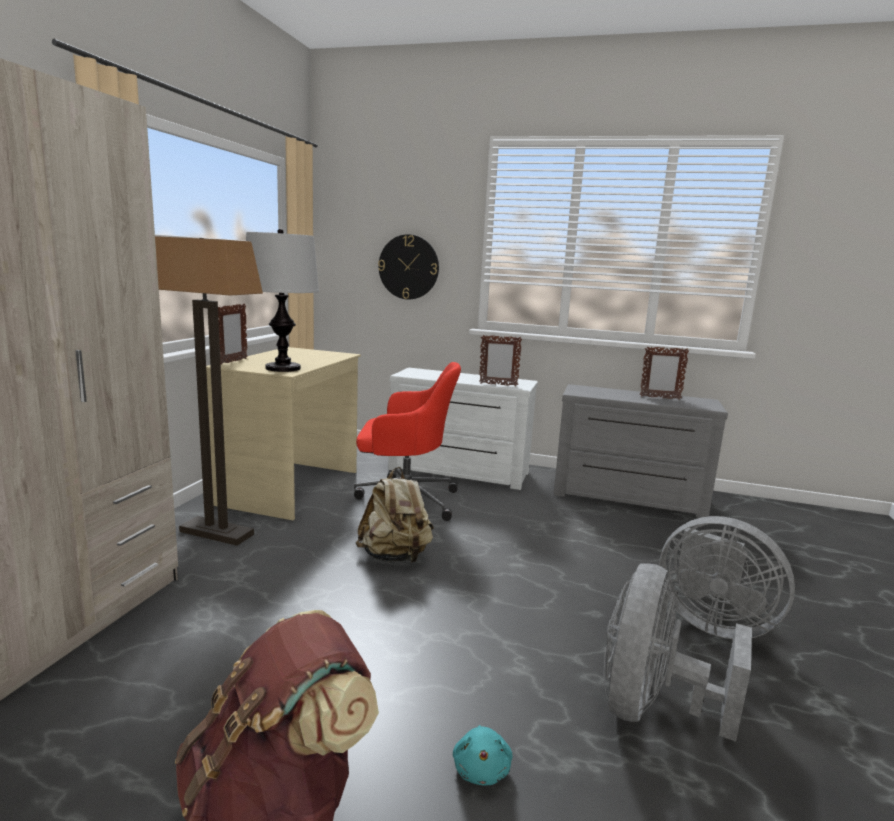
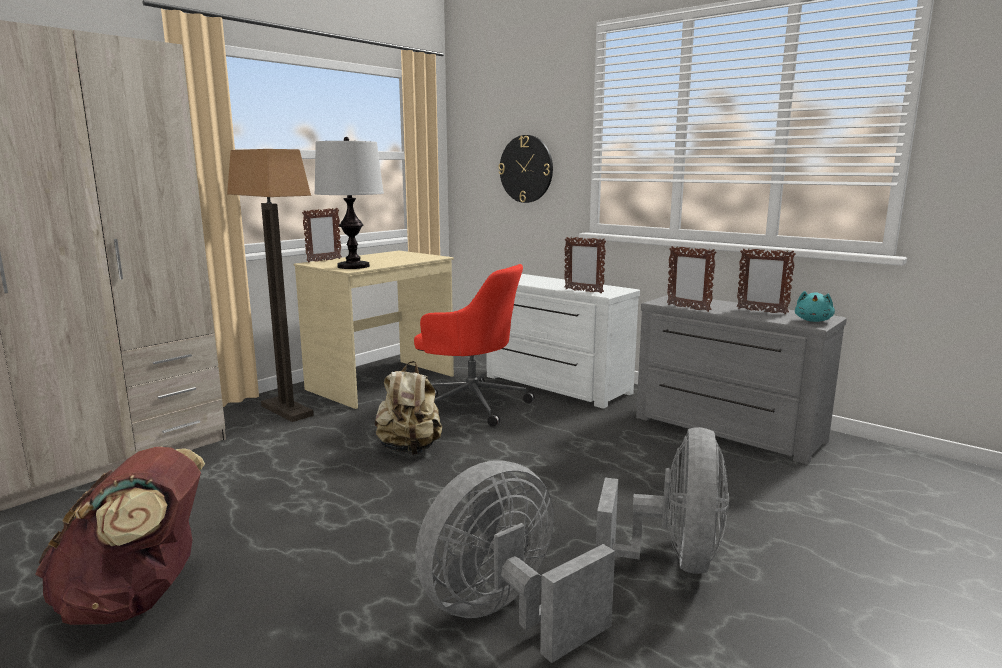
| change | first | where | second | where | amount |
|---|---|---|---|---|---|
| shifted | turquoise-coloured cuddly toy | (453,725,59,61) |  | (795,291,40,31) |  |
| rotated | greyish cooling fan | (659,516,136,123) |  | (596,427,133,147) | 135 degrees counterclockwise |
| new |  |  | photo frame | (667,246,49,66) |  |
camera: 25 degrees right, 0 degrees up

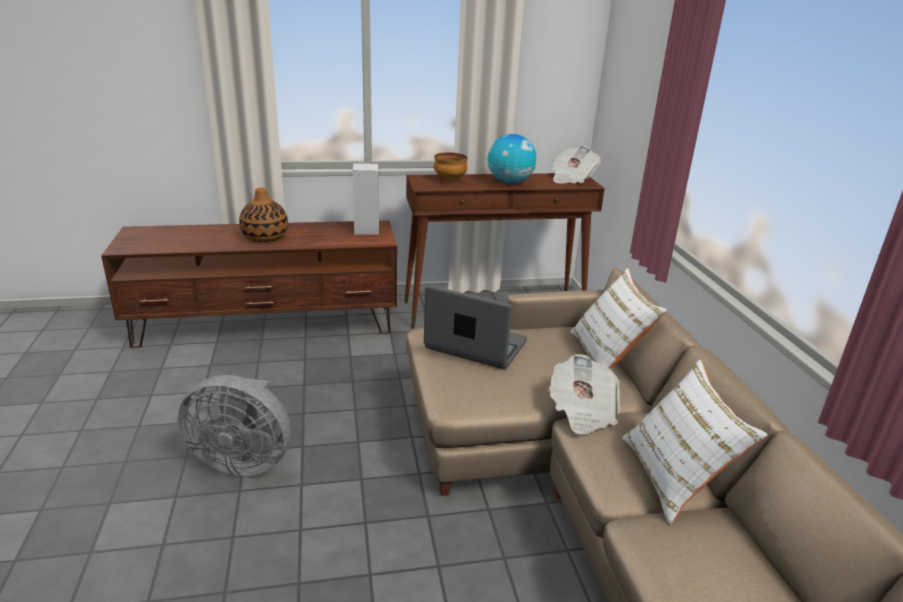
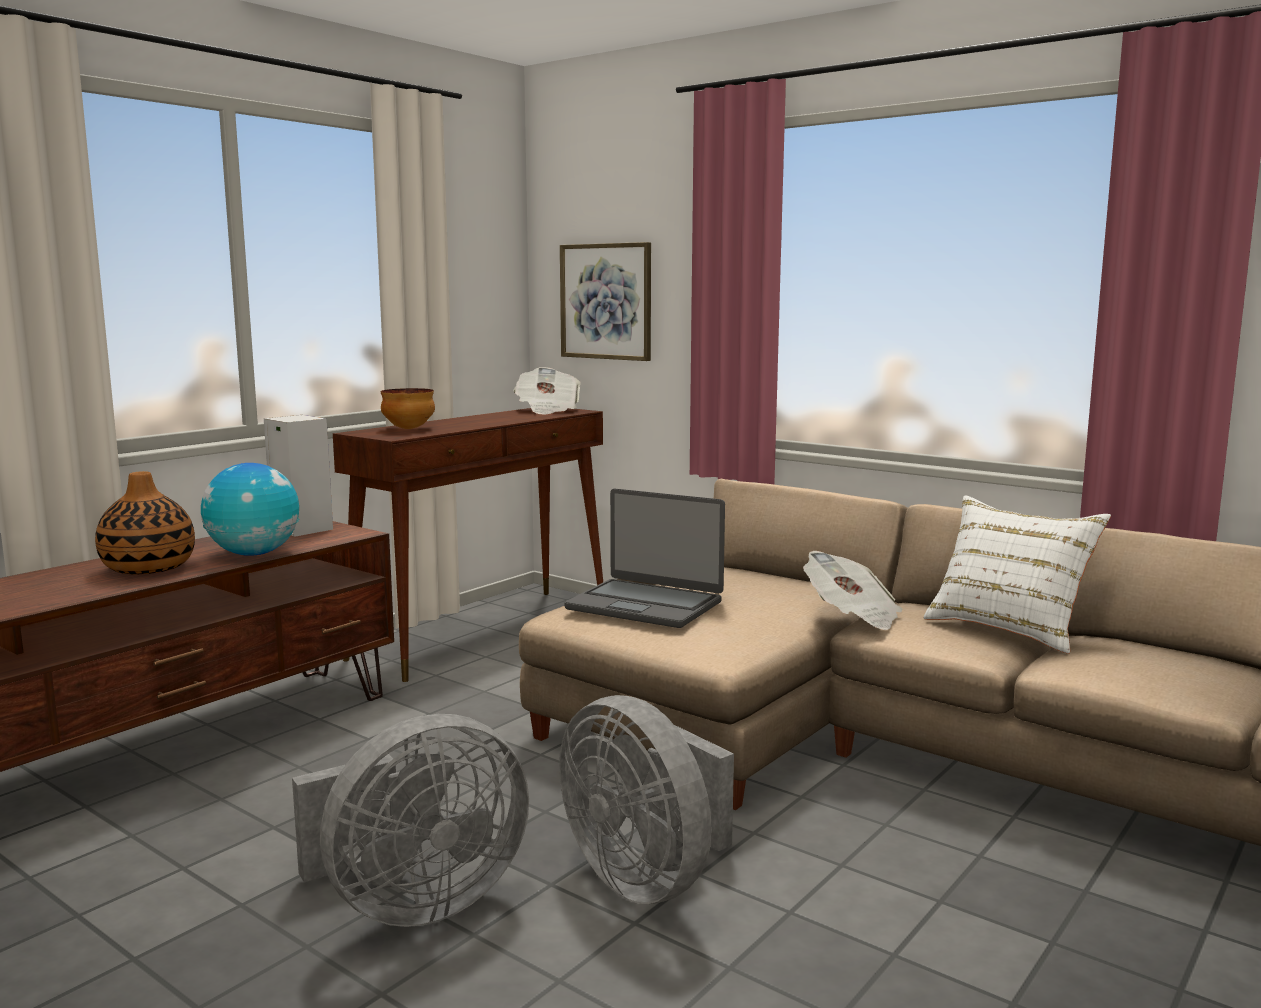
| change | first | where | second | where | amount |
|---|---|---|---|---|---|
| rotated | portable computer | (424,285,103,84) |  | (564,489,161,139) | 135 degrees counterclockwise |
| shifted | world globe | (487,134,49,50) |  | (201,463,98,93) |  |
| gone | white-coloured cushion | (570,268,97,101) |  |  |  |
| new |  |  | greyish cooling fan | (559,695,175,209) |  |
| new |  |  | wall picture | (560,242,91,119) |  |
camera: 40 degrees left, 15 degrees down

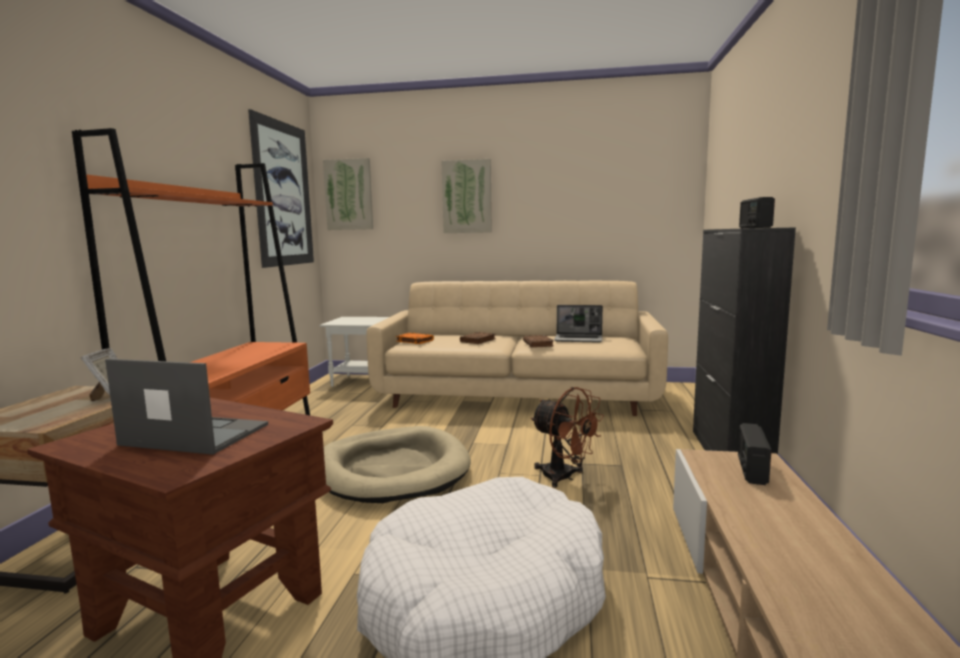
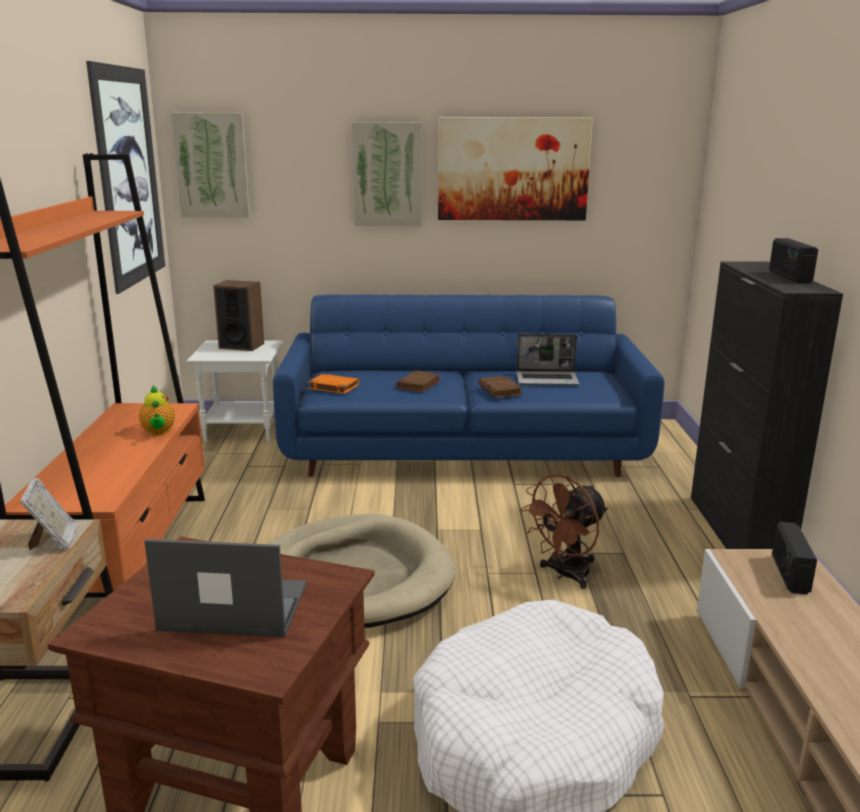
| change | first | where | second | where | amount |
|---|---|---|---|---|---|
| repainted | beige couch | (366,280,302,136) | blue-coloured couch | (273,294,391,183) |  |
| rotated | brownish cooling fan | (531,387,73,101) |  | (521,474,87,115) | 105 degrees clockwise |
| new |  |  | pot for tea | (139,385,36,50) |  |
| new |  |  | speaker | (213,280,51,71) |  |
| new |  |  | wall picture | (438,117,155,103) |  |
camera: 10 degrees left, 10 degrees up

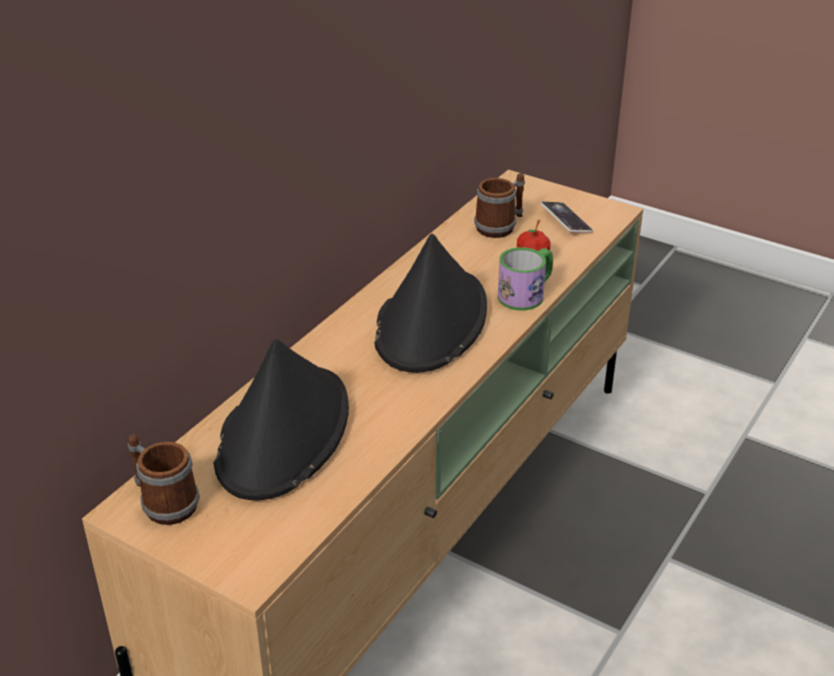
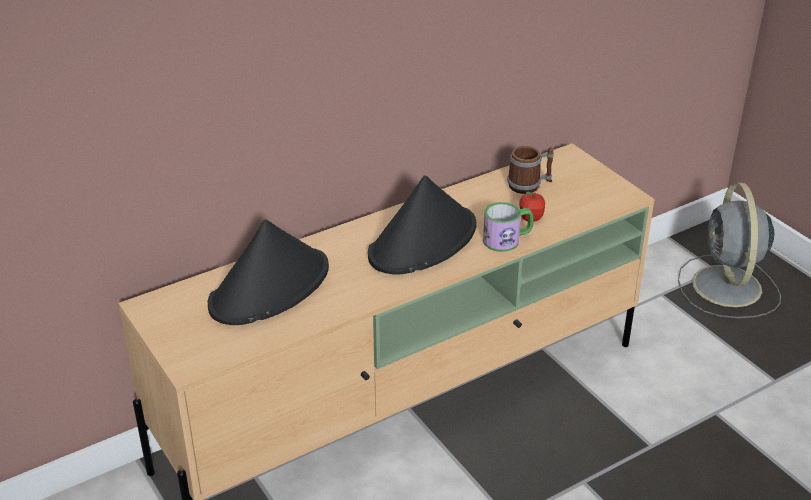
| change | first | where | second | where | amount |
|---|---|---|---|---|---|
| gone | coffee mug | (128,434,72,91) |  |  |  |
| gone | telephone | (540,202,53,31) |  |  |  |
| new |  |  | greyish cooling fan | (678,182,103,136) |  |
camera: 25 degrees right, 0 degrees up

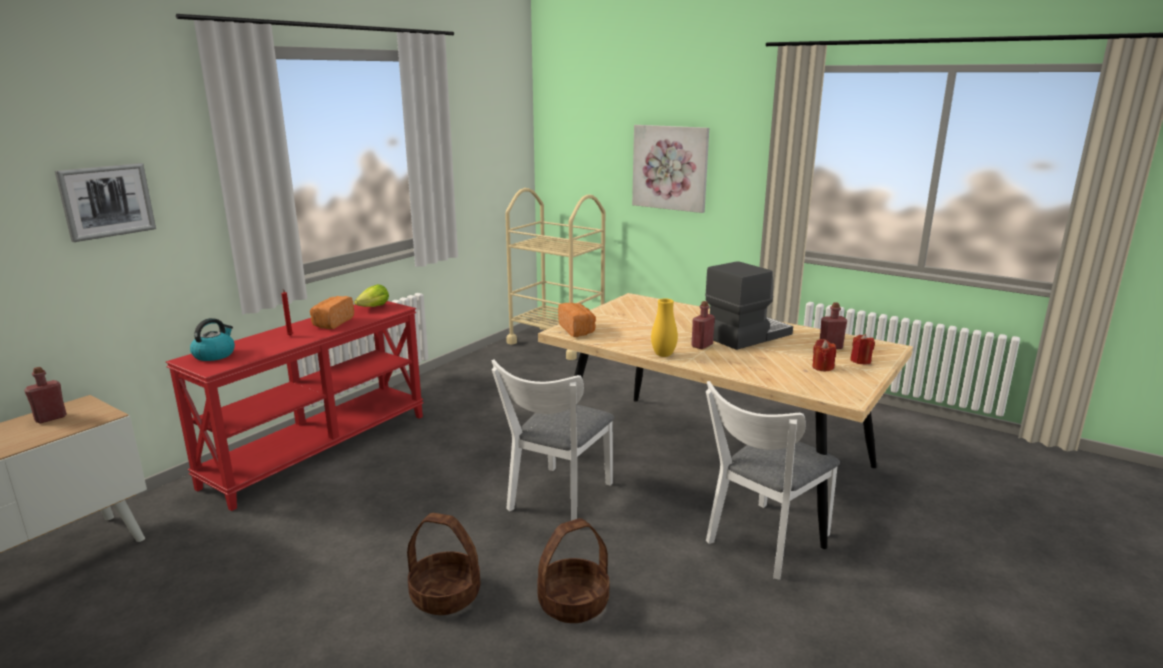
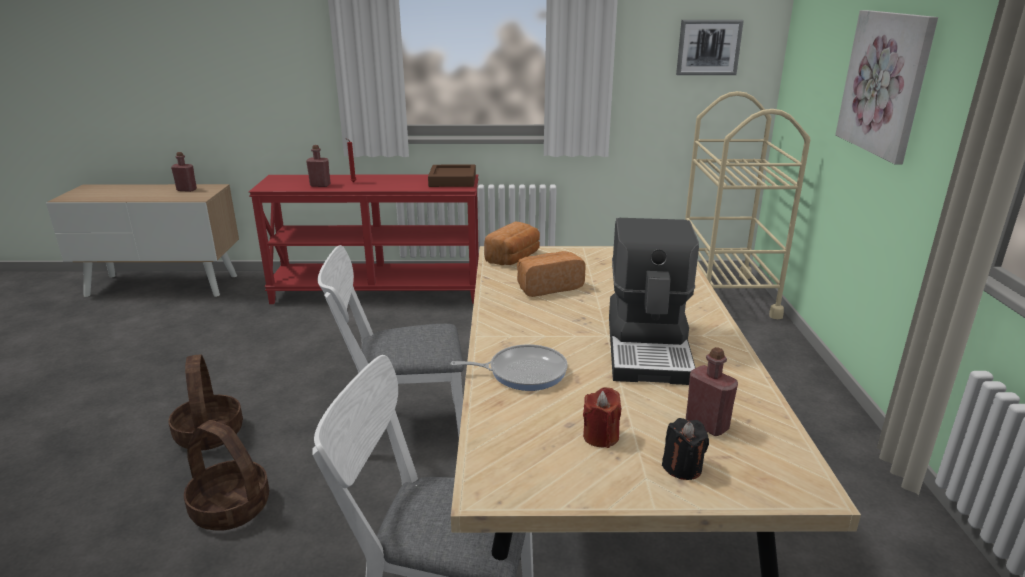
| change | first | where | second | where | amount |
|---|---|---|---|---|---|
| shifted | wall picture | (55,163,101,79) |  | (676,20,68,55) |  |
| gone | kettle | (190,318,45,43) |  |  |  |
| shifted | baked bread | (310,296,44,33) |  | (517,251,69,46) |  |
| swapped | lettuce head | (354,284,35,23) | brownish carrying tray | (428,165,48,22) |  |
| gone | yellow-coloured vase | (651,299,27,58) |  |  |  |
| shifted | red-coloured beverage bottle | (691,301,24,48) |  | (306,145,25,42) |  |
| rotated | coffee brewer | (705,261,88,89) |  | (609,218,90,167) | 75 degrees clockwise |
| repainted | red-coloured candle | (850,334,25,31) | blackish candle | (662,418,47,62) |  |
| new |  |  | frying pan | (450,344,118,47) |  |
camera: 55 degrees right, 5 degrees up

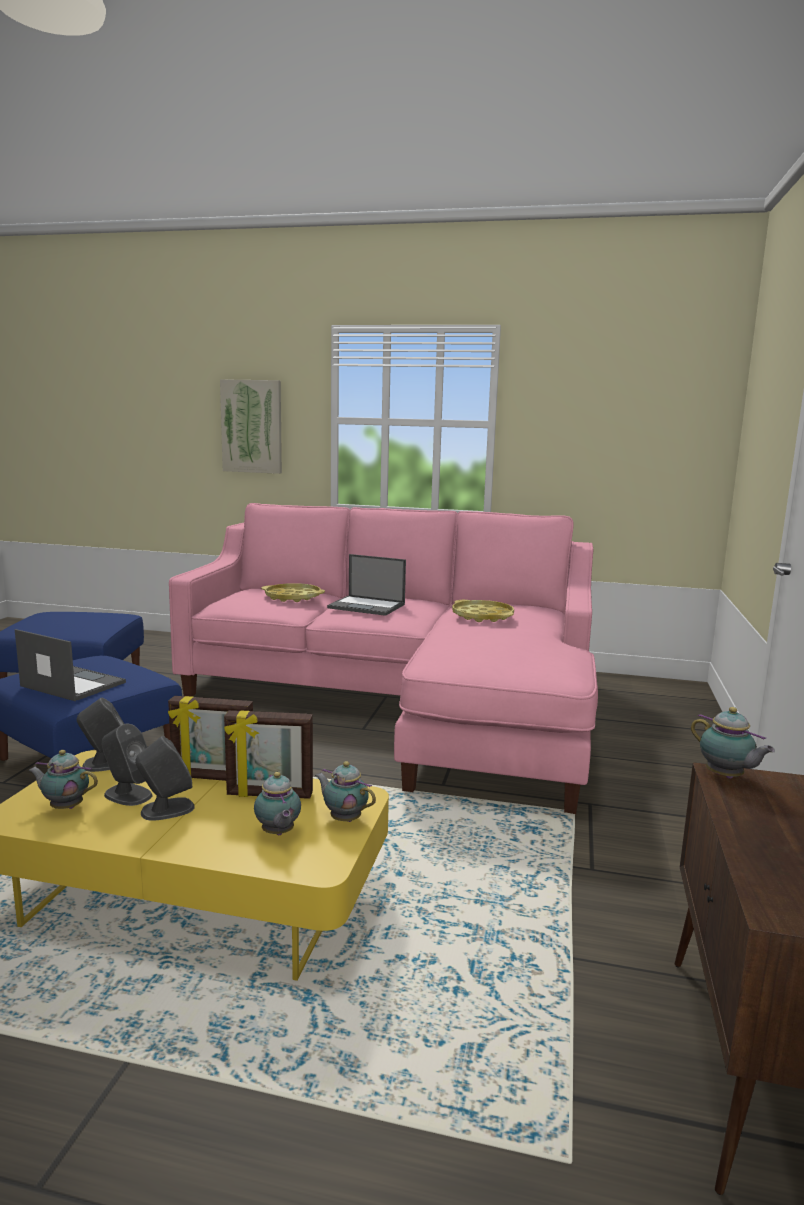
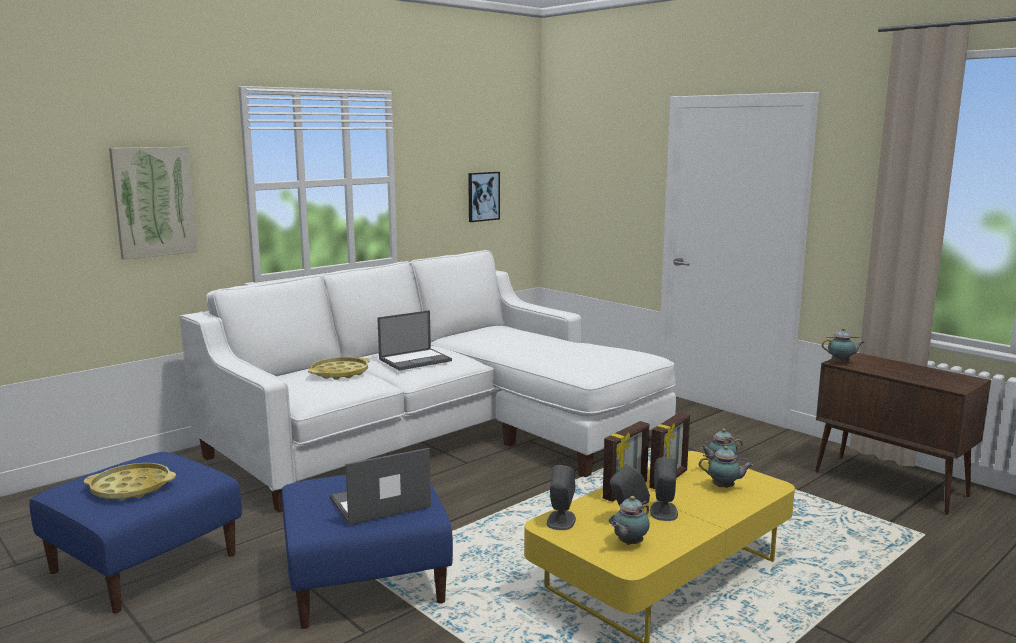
| change | first | where | second | where | amount |
|---|---|---|---|---|---|
| repainted | pinkish couch | (169,503,429,312) | white-coloured couch | (180,250,496,263) |  |
| shifted | yellow-coloured carrying tray | (452,600,62,22) |  | (84,463,92,37) |  |
| new |  |  | wall picture | (468,172,32,50) |  |
camera: 55 degrees left, 0 degrees up

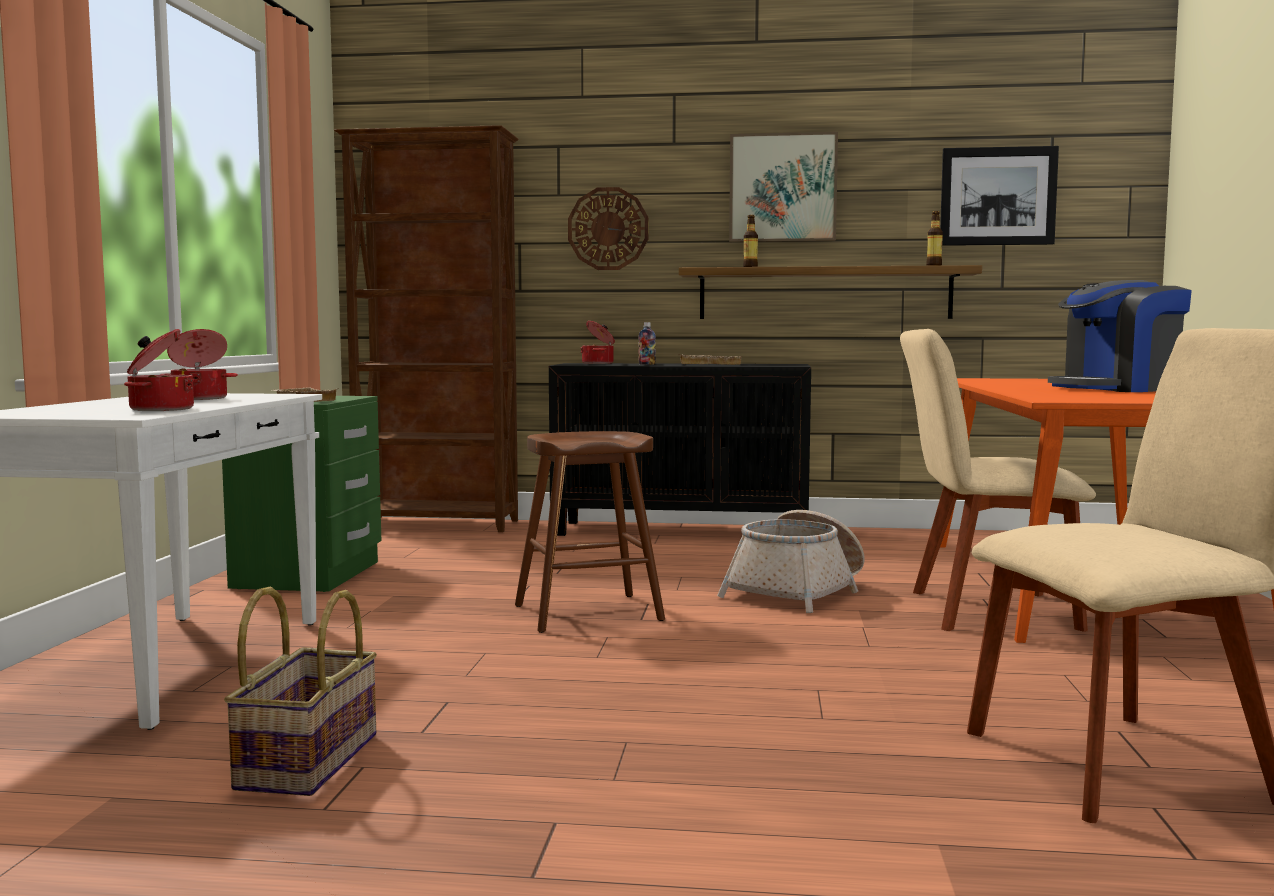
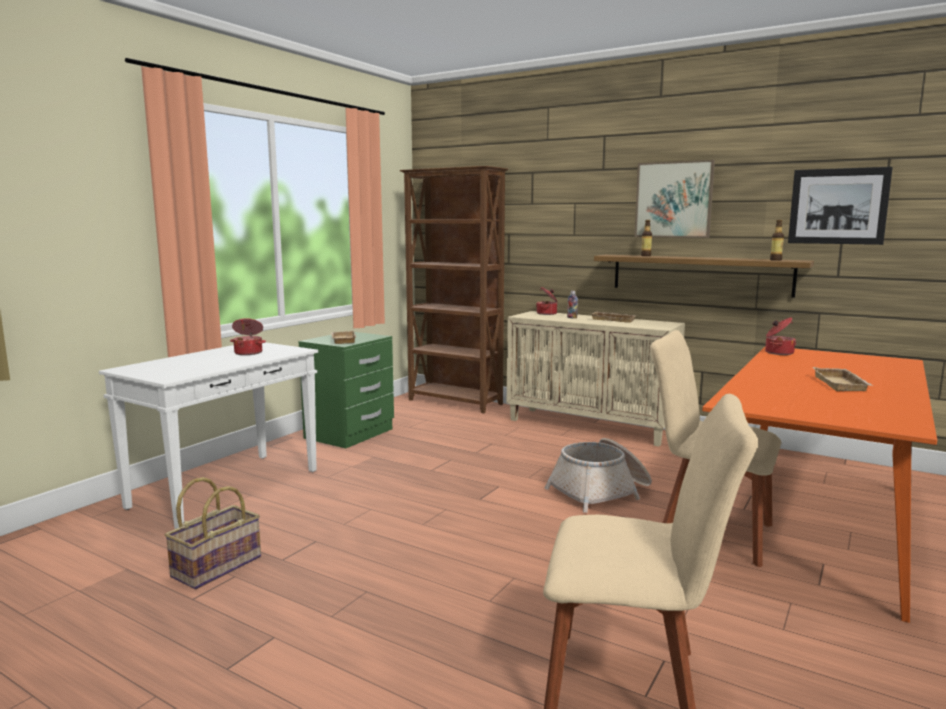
| change | first | where | second | where | amount |
|---|---|---|---|---|---|
| shifted | cooking pot | (124,329,70,82) |  | (765,318,32,37) |  |
| gone | brownish stool seat | (515,431,150,202) |  |  |  |
| repainted | blackish cabinet | (549,363,262,173) | beige cabinet | (507,311,178,136) |  |
| gone | clock on the wall | (568,187,81,83) |  |  |  |
| swapped | coffee brewer | (1048,280,144,112) | beige carrying tray | (813,367,60,24) |  |
camera: 25 degrees right, 5 degrees up

